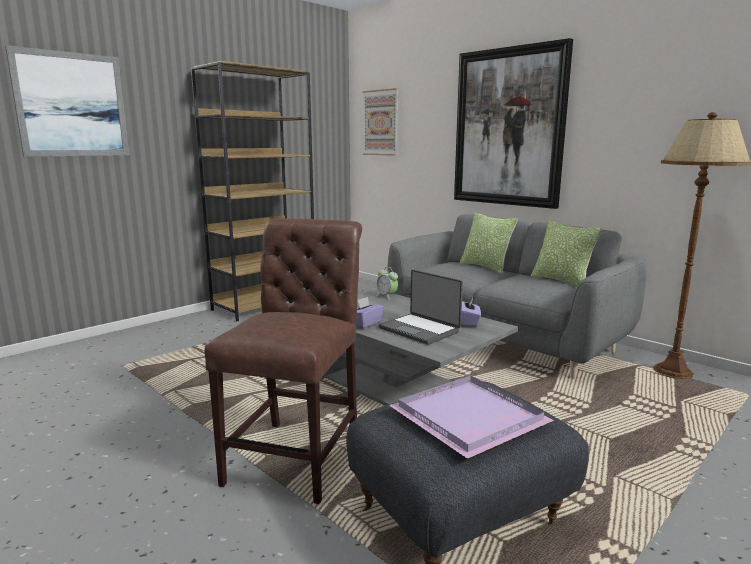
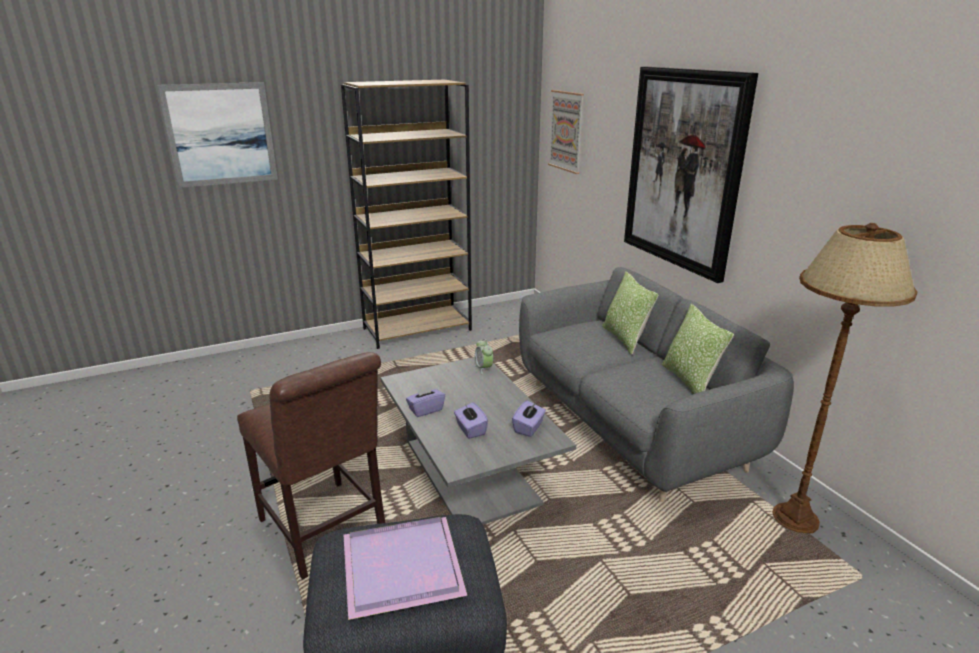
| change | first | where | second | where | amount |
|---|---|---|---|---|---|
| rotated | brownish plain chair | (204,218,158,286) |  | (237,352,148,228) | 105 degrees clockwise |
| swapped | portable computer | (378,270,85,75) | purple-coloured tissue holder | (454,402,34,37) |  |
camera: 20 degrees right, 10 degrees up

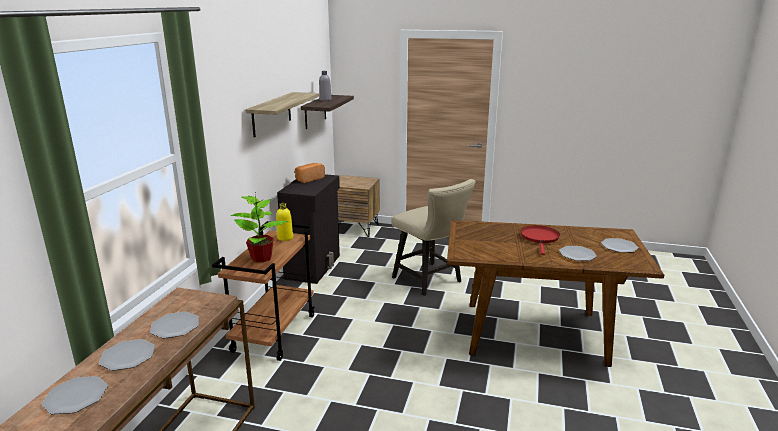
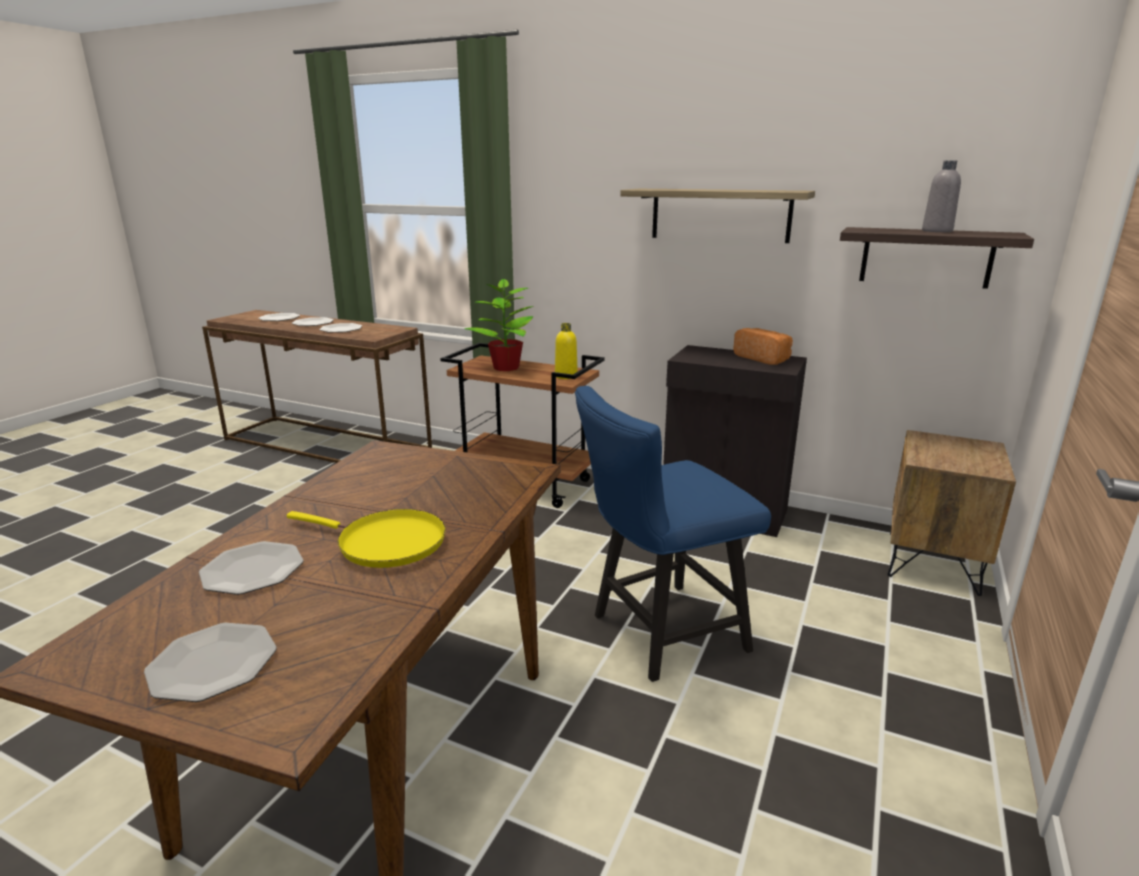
| change | first | where | second | where | amount |
|---|---|---|---|---|---|
| repainted | beige plain chair | (391,179,85,117) | blue-coloured plain chair | (575,386,196,296) |  |
| repainted | red-coloured frying pan | (520,225,40,30) | yellow-coloured frying pan | (287,509,159,59) |  |
camera: 100 degrees right, 0 degrees up

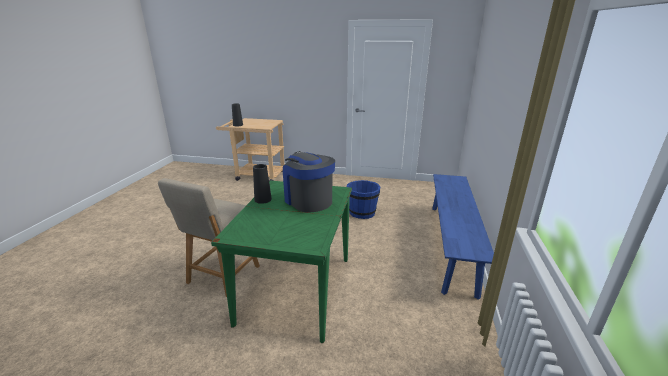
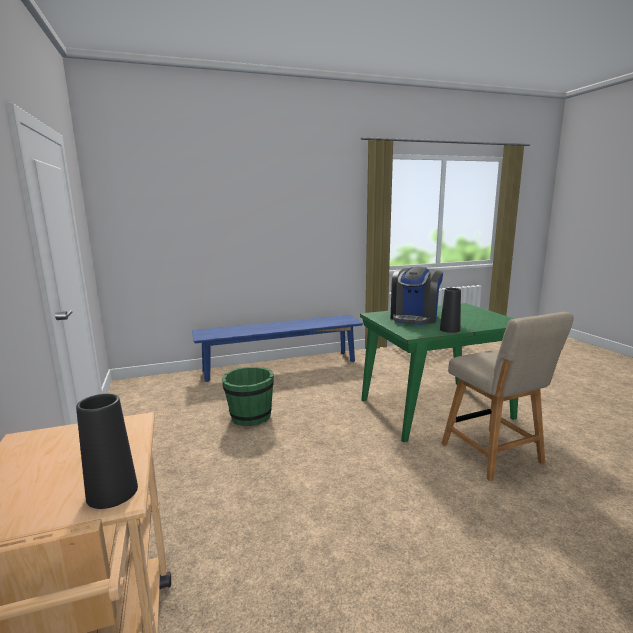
| change | first | where | second | where | amount |
|---|---|---|---|---|---|
| rotated | beige plain chair | (158,178,102,119) |  | (441,312,133,169) | 75 degrees clockwise |
| repainted | blue-coloured bucket | (346,180,34,39) | green-coloured bucket | (222,367,52,59) |  |
camera: 120 degrees left, 10 degrees down

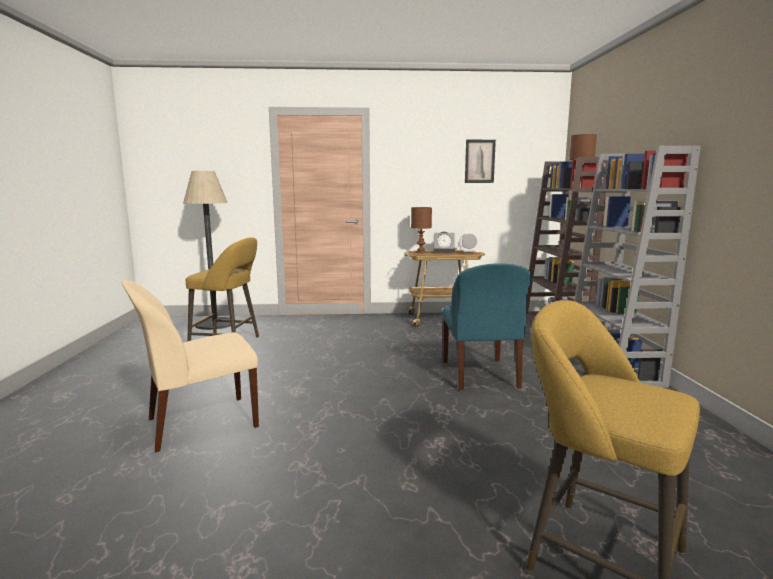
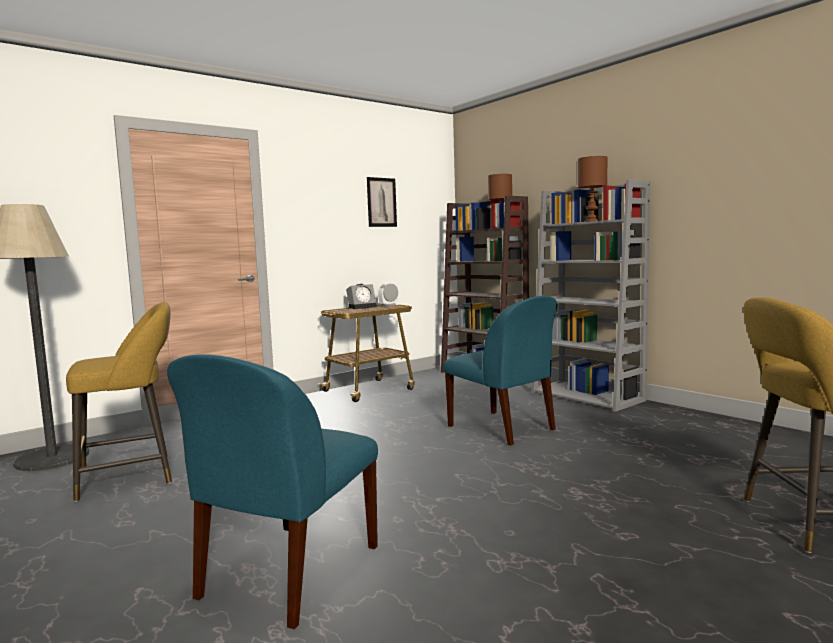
| change | first | where | second | where | amount |
|---|---|---|---|---|---|
| repainted | beige plain chair | (121,280,138,172) | blue-coloured plain chair | (167,354,211,275) |  |
| shifted | brownish tabletop lamp | (411,207,21,46) |  | (578,156,29,66) |  |
camera: 35 degrees left, 5 degrees down

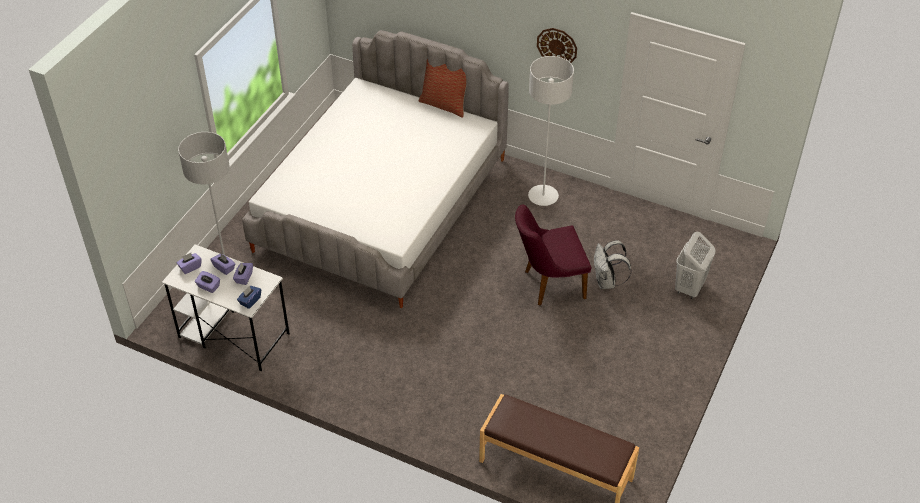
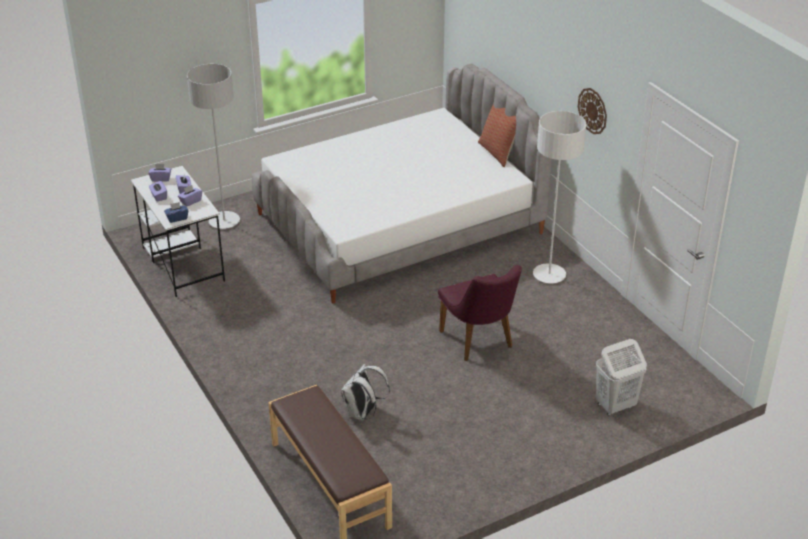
| change | first | where | second | where | amount |
|---|---|---|---|---|---|
| rotated | purple-coloured plain chair | (515,204,76,102) |  | (438,265,84,96) | 135 degrees counterclockwise |
| shifted | white-coloured backpack | (594,240,37,49) |  | (341,364,49,57) |  |
camera: 35 degrees right, 10 degrees down

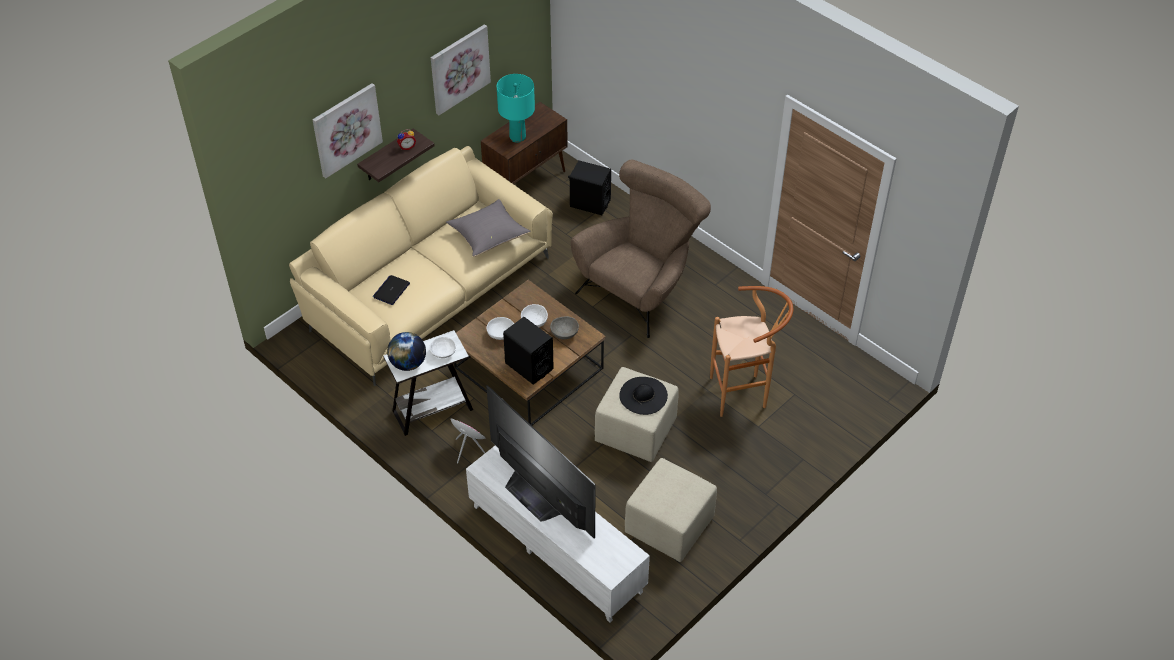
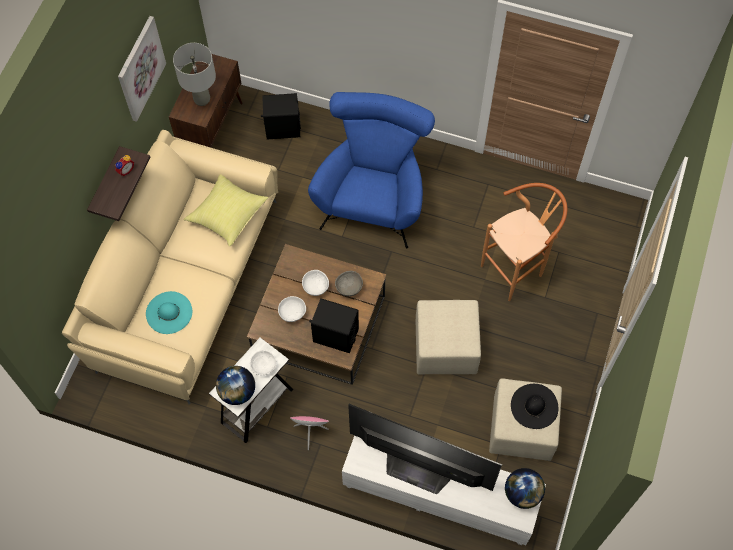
| change | first | where | second | where | amount |
|---|---|---|---|---|---|
| gone | wall picture | (312,83,71,95) |  |  |  |
| swapped | portable computer | (373,275,37,30) | turquoise-coloured wearable hat | (146,291,46,43) |  |
| repainted | greyish cushion | (446,199,85,58) | yellow-coloured cushion | (184,175,85,72) |  |
| repainted | turquoise-coloured tabletop lamp | (497,74,38,69) | greyish tabletop lamp | (173,43,43,63) |  |
| repainted | brownish lounge chair | (571,160,140,178) | blue-coloured lounge chair | (308,92,127,157) |  |
| shifted | blackish wearable hat | (619,377,49,38) |  | (511,384,48,45) |  |
| new |  |  | world globe | (505,468,40,41) |  |
camera: 25 degrees left, 15 degrees up

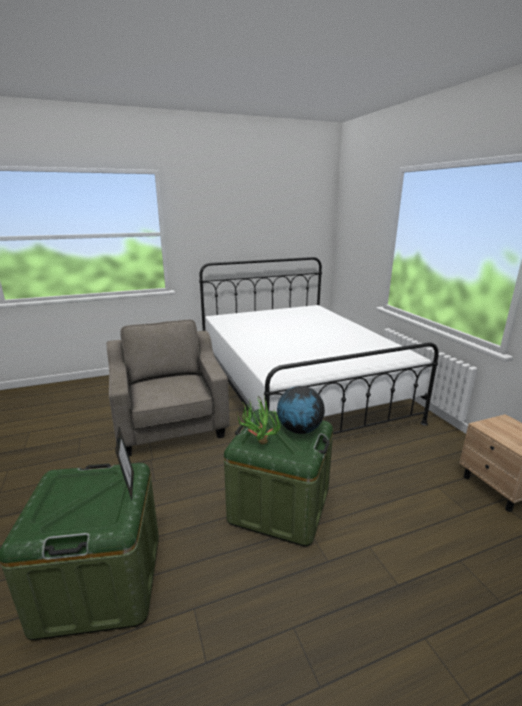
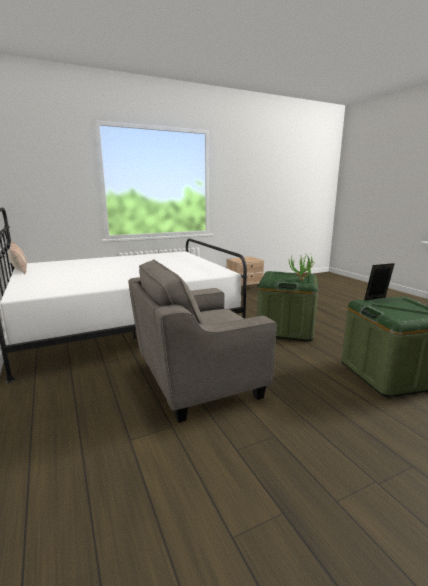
| change | first | where | second | where | amount |
|---|---|---|---|---|---|
| gone | world globe | (277,386,48,48) |  |  |  |
| new |  |  | cushion | (8,241,19,33) |  |
camera: 95 degrees left, 5 degrees down

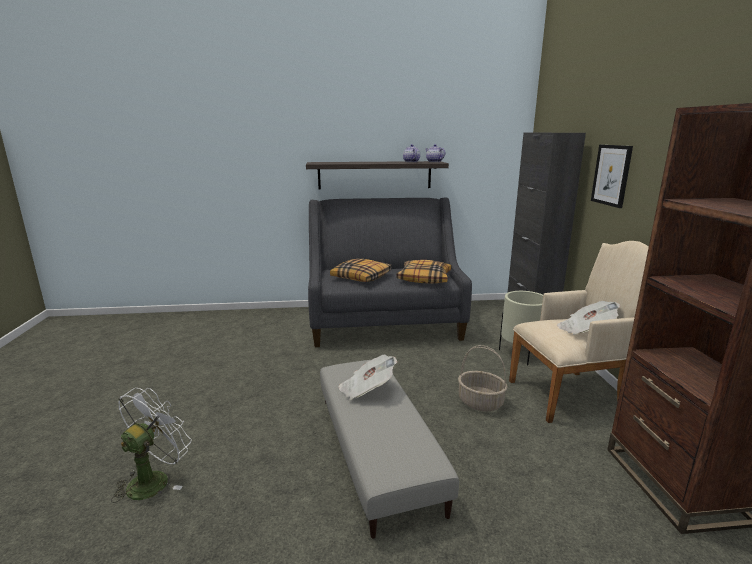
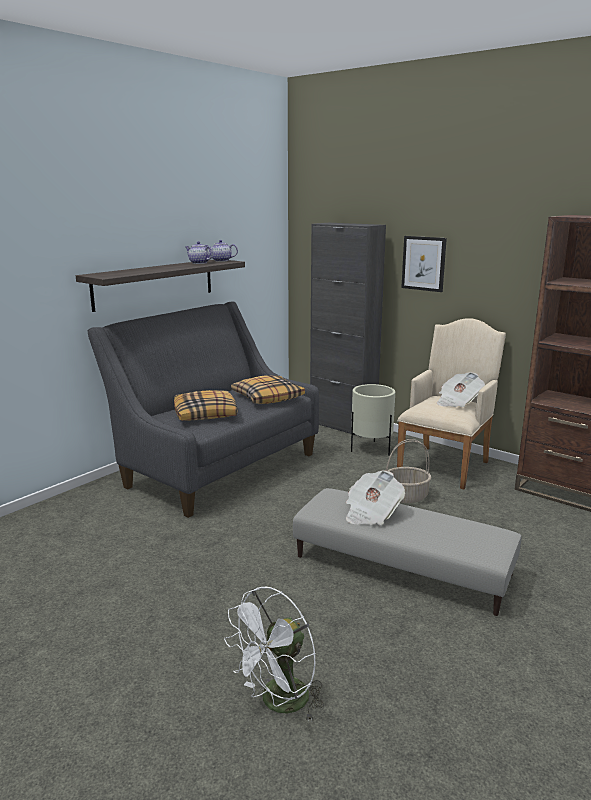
| change | first | where | second | where | amount |
|---|---|---|---|---|---|
| rotated | white-coloured cooling fan | (111,388,80,115) |  | (224,587,100,135) | 120 degrees counterclockwise |
camera: 45 degrees left, 0 degrees up

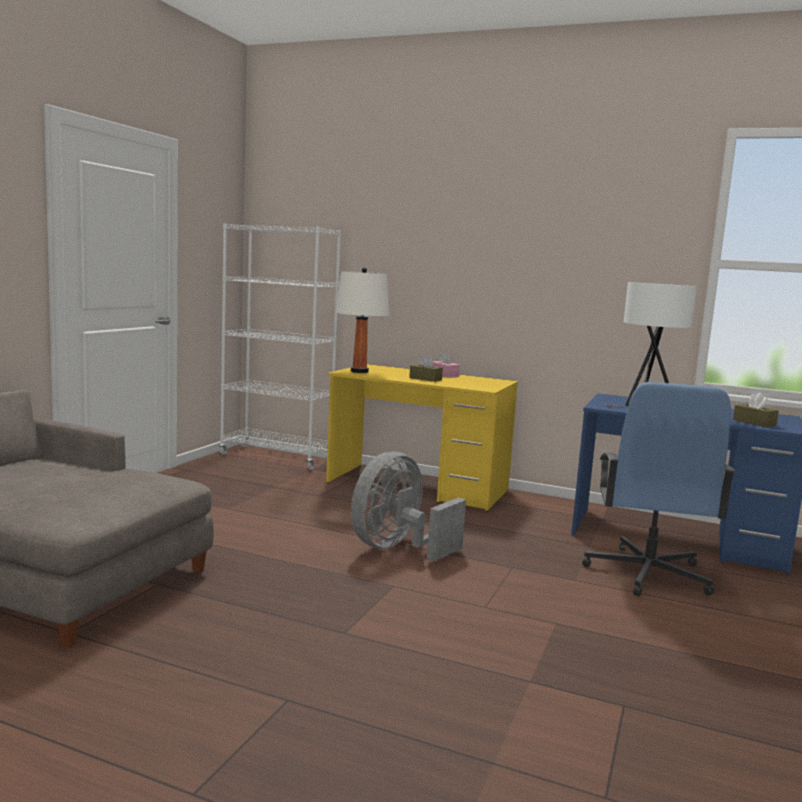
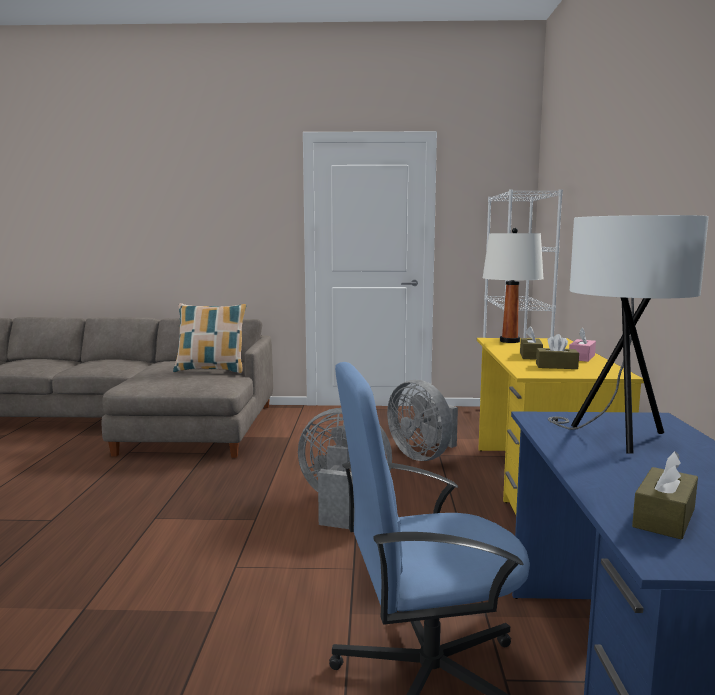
| change | first | where | second | where | amount |
|---|---|---|---|---|---|
| new |  |  | cushion | (173,303,74,70) |  |
| new |  |  | greyish cooling fan | (387,380,71,81) |  |
| new |  |  | brownish tissue holder | (536,334,43,35) |  |
camera: 70 degrees right, 0 degrees up

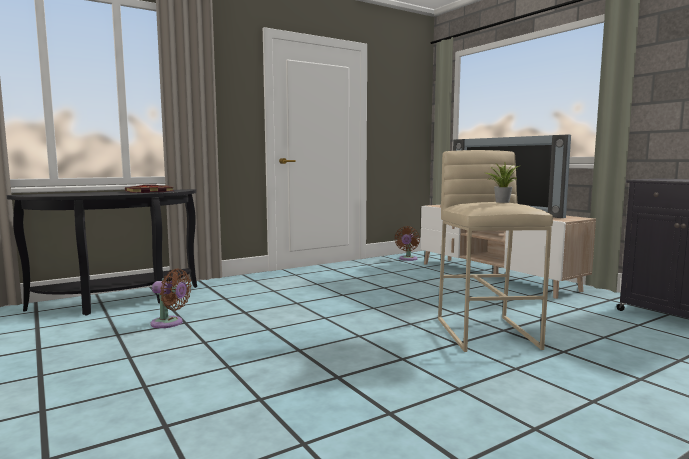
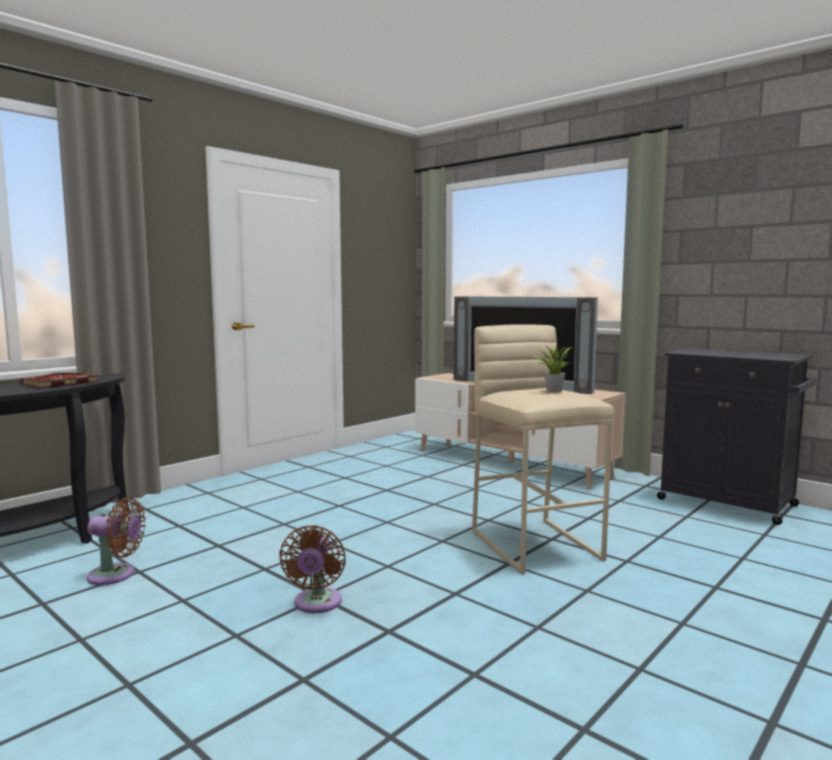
| change | first | where | second | where | amount |
|---|---|---|---|---|---|
| shifted | brownish cooling fan | (395,226,25,35) |  | (279,525,67,88) |  |
camera: 15 degrees left, 0 degrees up

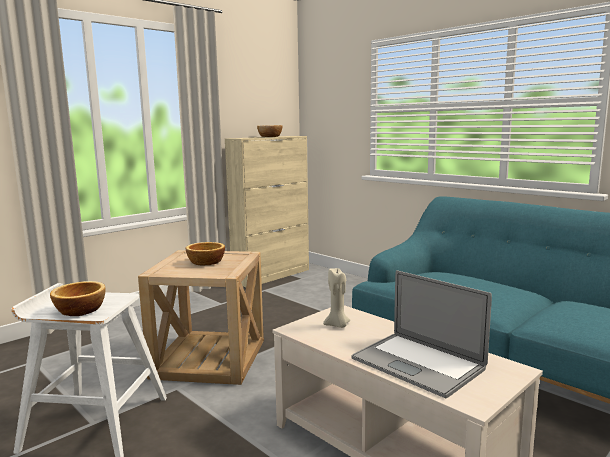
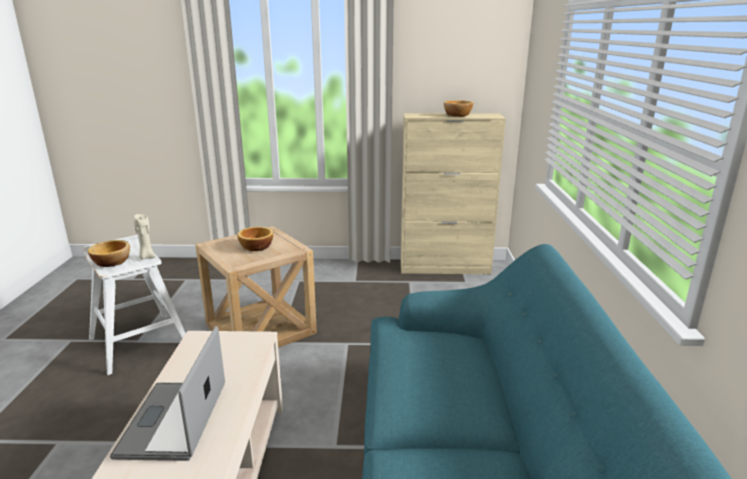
| change | first | where | second | where | amount |
|---|---|---|---|---|---|
| shifted | beige candle | (323,267,27,61) |  | (134,214,22,45) |  |
camera: 45 degrees right, 10 degrees up

